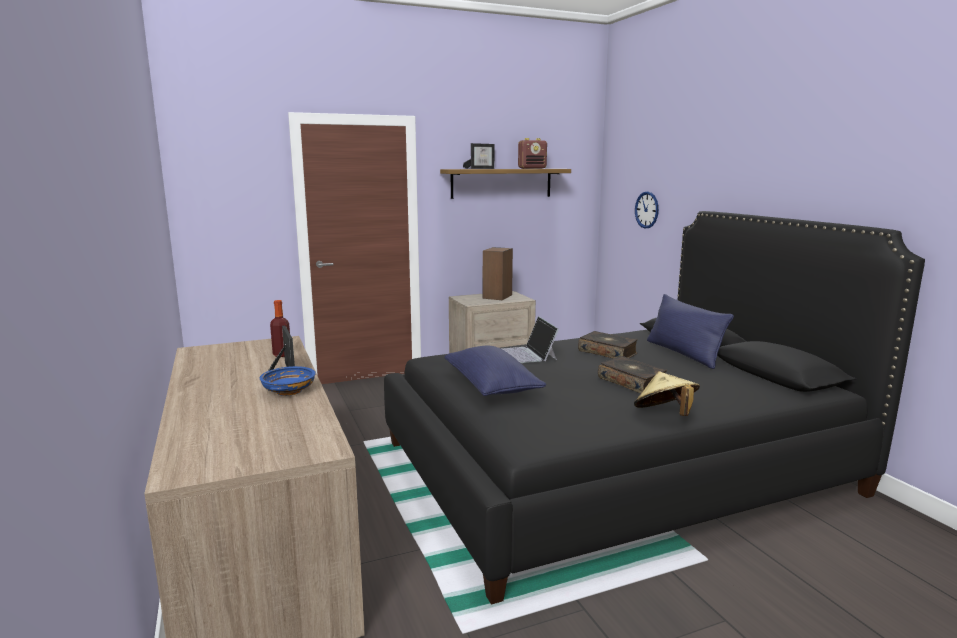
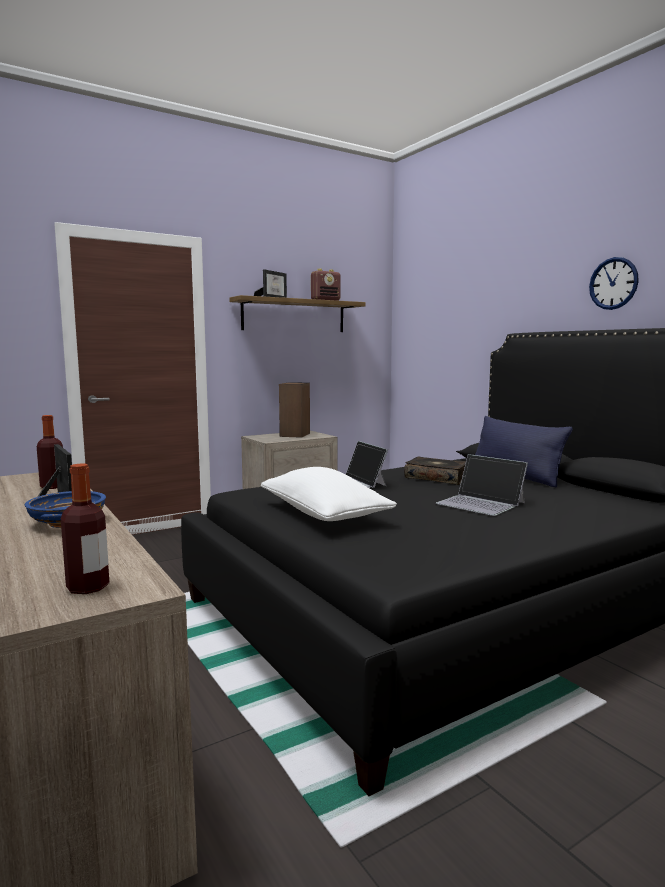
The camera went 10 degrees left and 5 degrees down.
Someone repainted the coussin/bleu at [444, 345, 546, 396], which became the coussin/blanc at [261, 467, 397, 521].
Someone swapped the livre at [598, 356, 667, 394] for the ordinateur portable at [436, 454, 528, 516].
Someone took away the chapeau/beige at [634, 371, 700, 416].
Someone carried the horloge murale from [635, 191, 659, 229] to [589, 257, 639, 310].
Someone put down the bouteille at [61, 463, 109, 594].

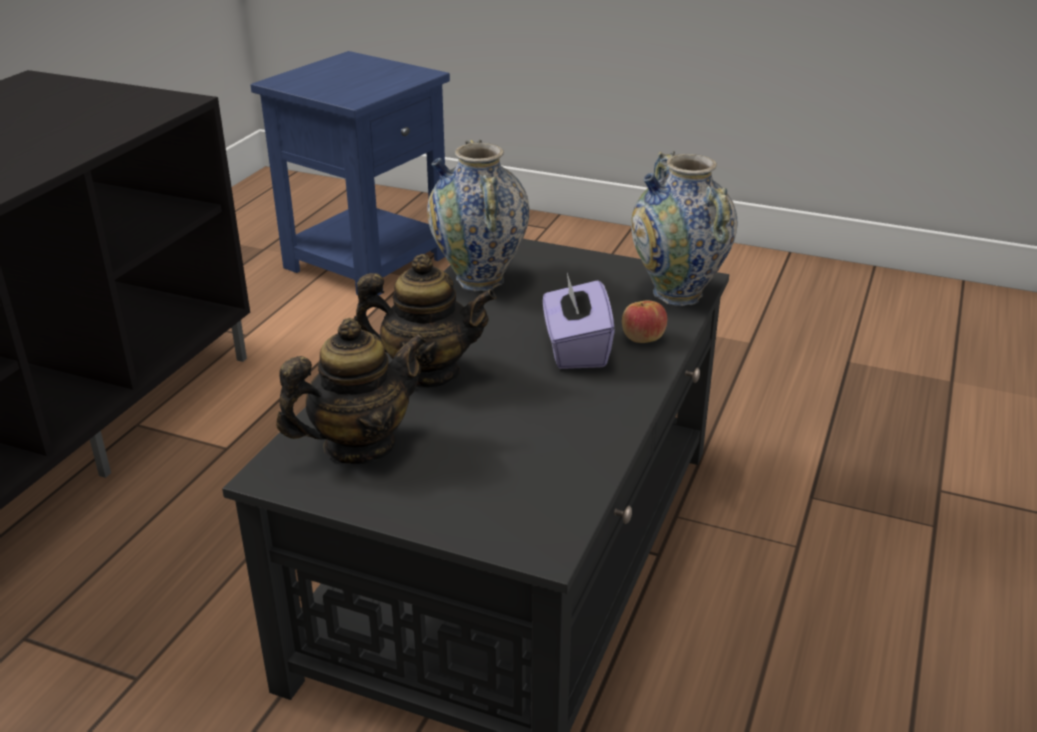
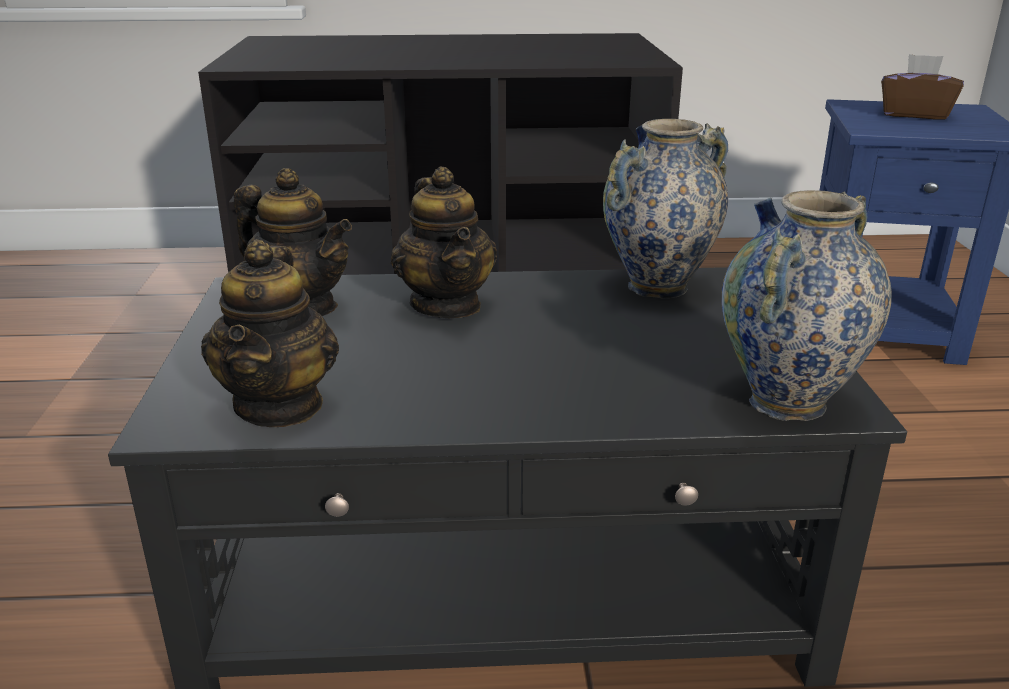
The camera went 65 degrees right and 5 degrees down.
Someone took away the boîte à mouchoirs/violet at [543, 273, 615, 369].
Someone took away the pomme at [622, 301, 667, 343].
Someone put down the théière at [201, 239, 339, 427].
Someone put down the boîte à mouchoirs/marron at [881, 54, 964, 120].

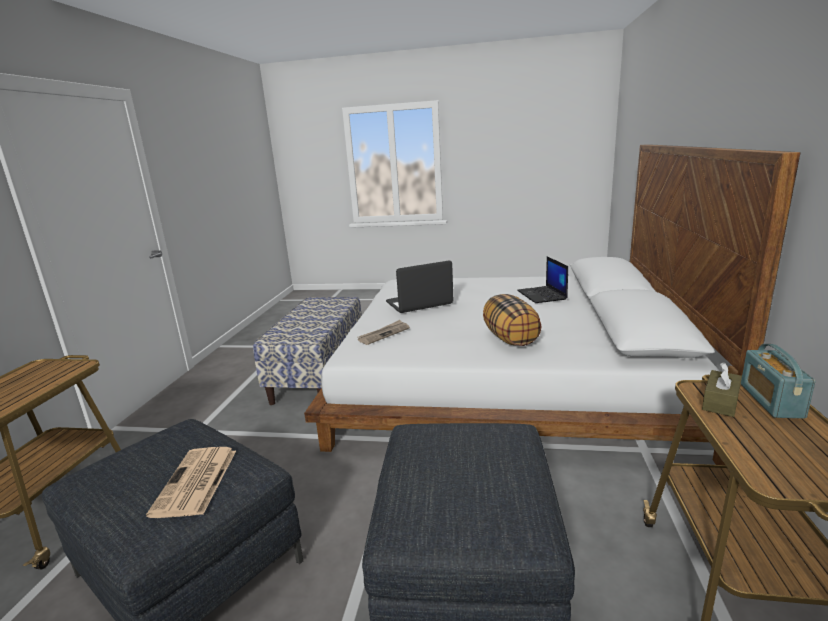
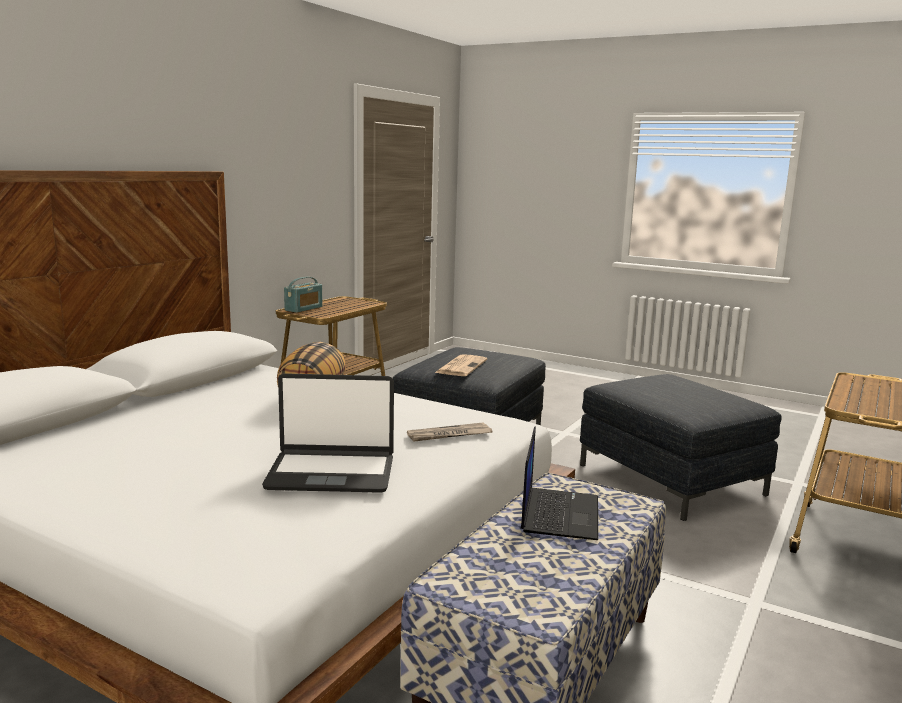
The camera went 160 degrees left and 5 degrees down.
Someone carried the journal from [146, 447, 236, 518] to [435, 354, 487, 376].
Someone carried the ordinateur portable from [517, 256, 568, 303] to [521, 426, 598, 540].
Someone took away the boîte à mouchoirs/marron at [702, 362, 742, 417].

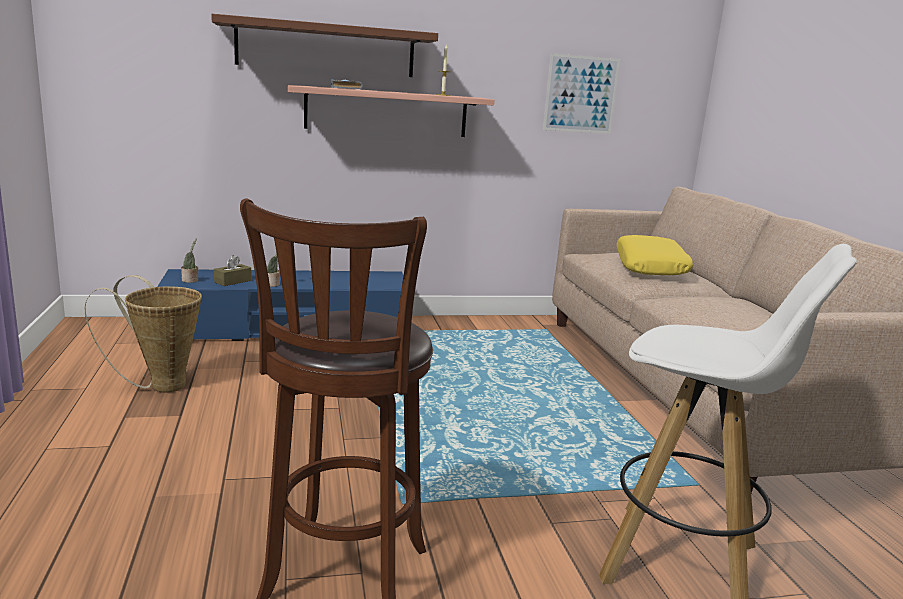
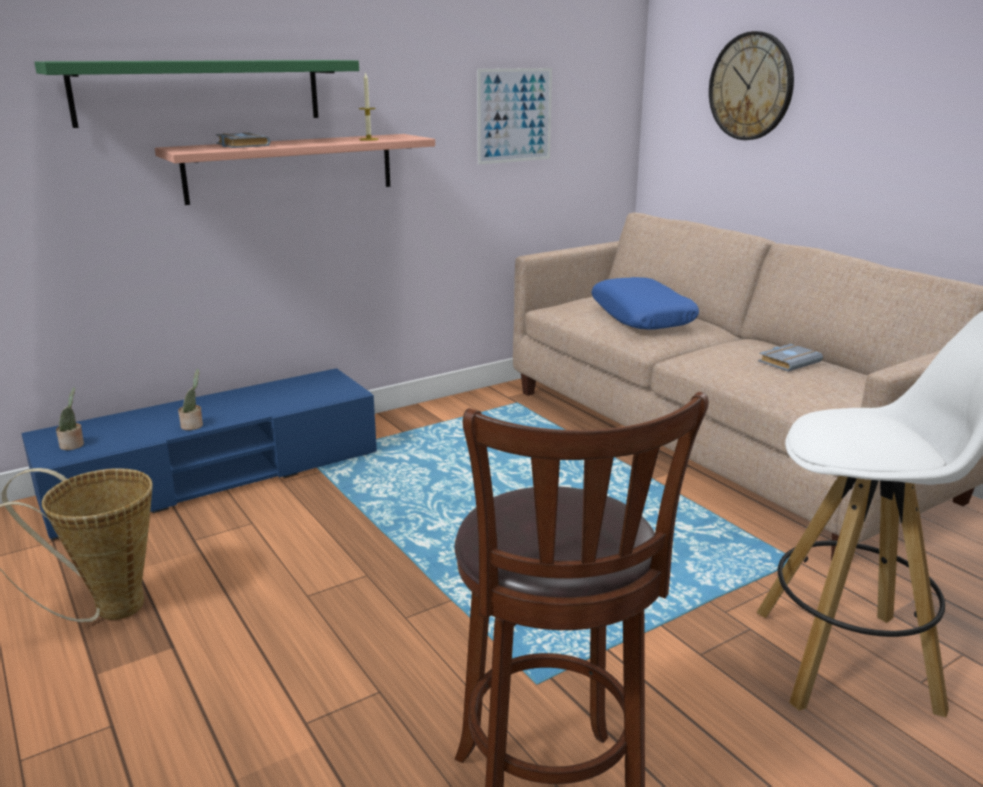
The camera went 20 degrees left and 5 degrees up.
Someone repainted the étagère/marron at [211, 14, 438, 77], which became the étagère/vert at [34, 60, 359, 128].
Someone took away the boîte à mouchoirs/marron at [214, 255, 252, 286].
Someone repainted the coussin/jaune at [617, 235, 693, 275], which became the coussin/bleu at [592, 277, 699, 330].
Someone put up the horloge murale at [709, 31, 794, 140].
Someone put down the livre/gris at [758, 344, 823, 372].

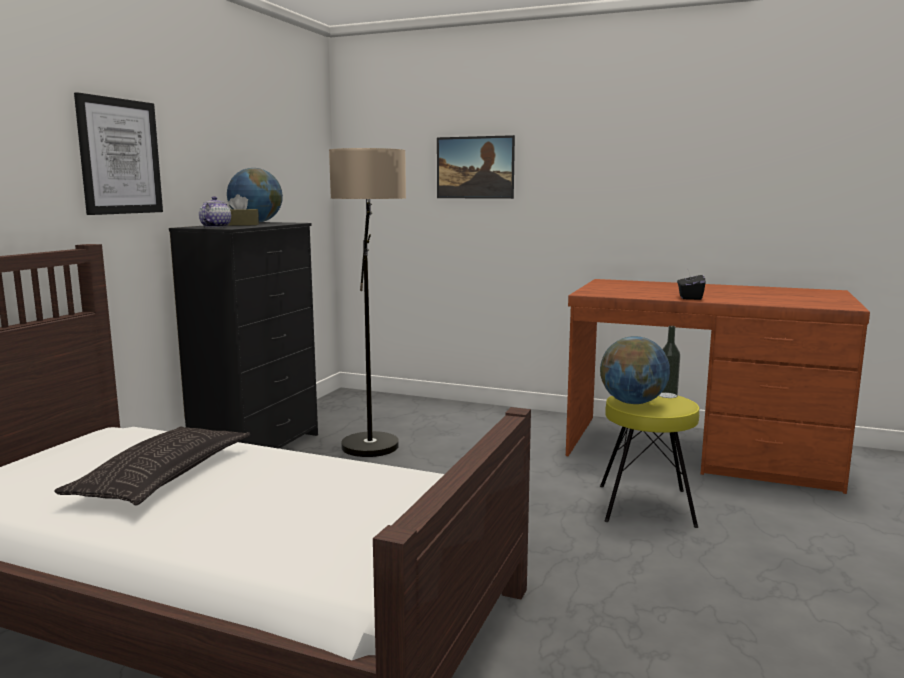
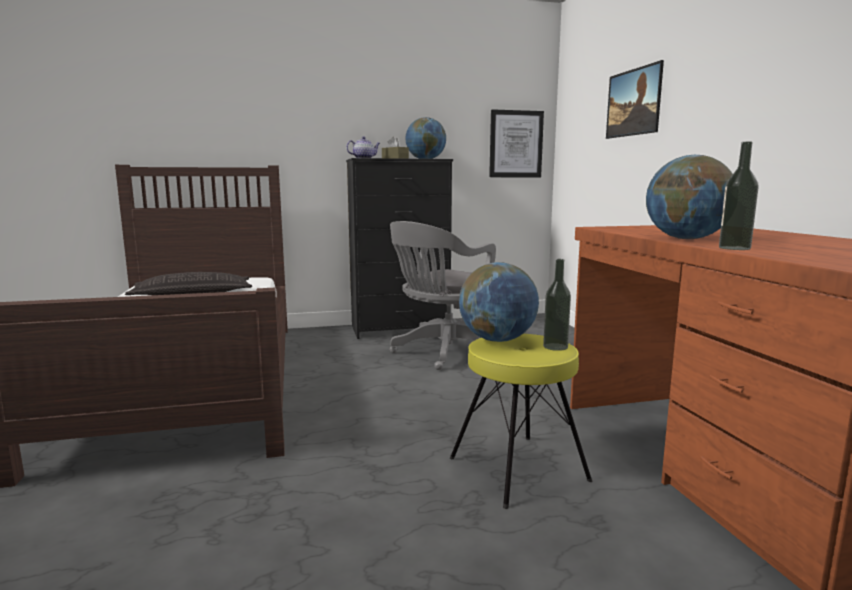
The camera went 55 degrees right and 0 degrees up.
Someone carried the tableau from [74, 92, 163, 215] to [489, 109, 544, 177].
Someone swapped the lampadaire at [329, 148, 406, 457] for the chaise de bureau/gris at [390, 221, 496, 370].
Someone swapped the boîte à mouchoirs/noir at [677, 270, 706, 300] for the globe at [646, 155, 733, 239].
Someone put down the bouteille at [719, 141, 759, 250].

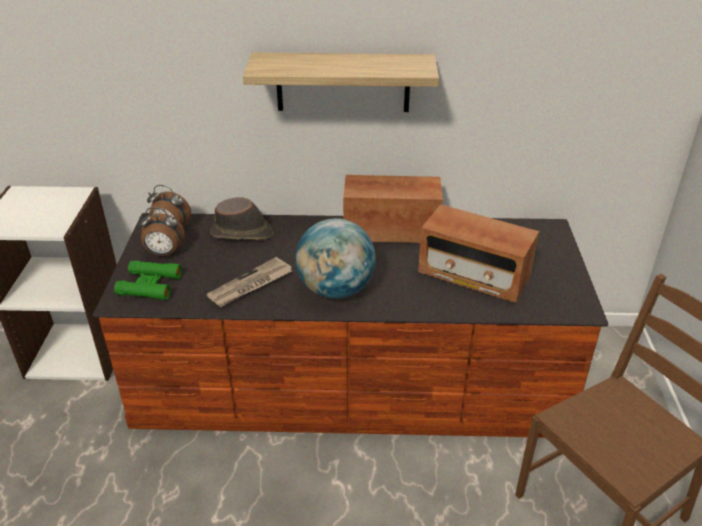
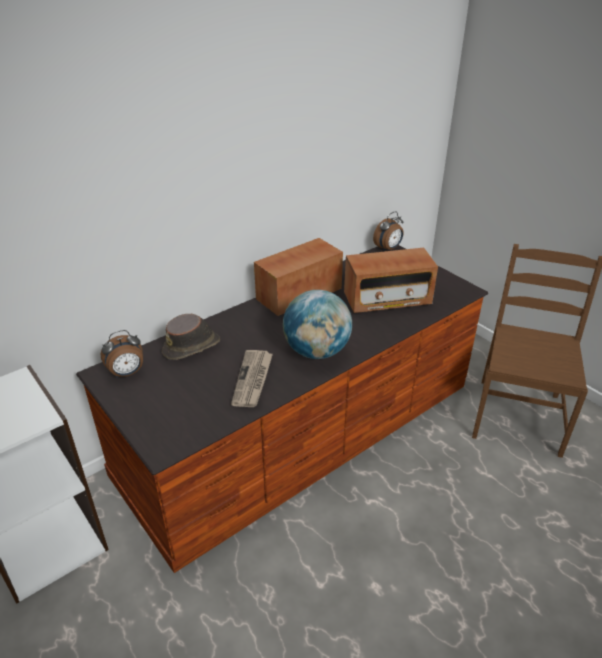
The camera went 40 degrees left and 0 degrees up.
Someone took away the jumelles/vert at [114, 260, 182, 300].
Someone carried the réveil from [138, 207, 185, 256] to [373, 211, 403, 252].
Someone took away the étagère at [243, 53, 439, 112].

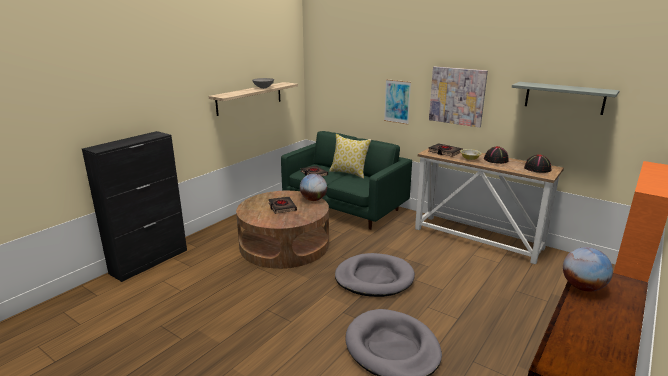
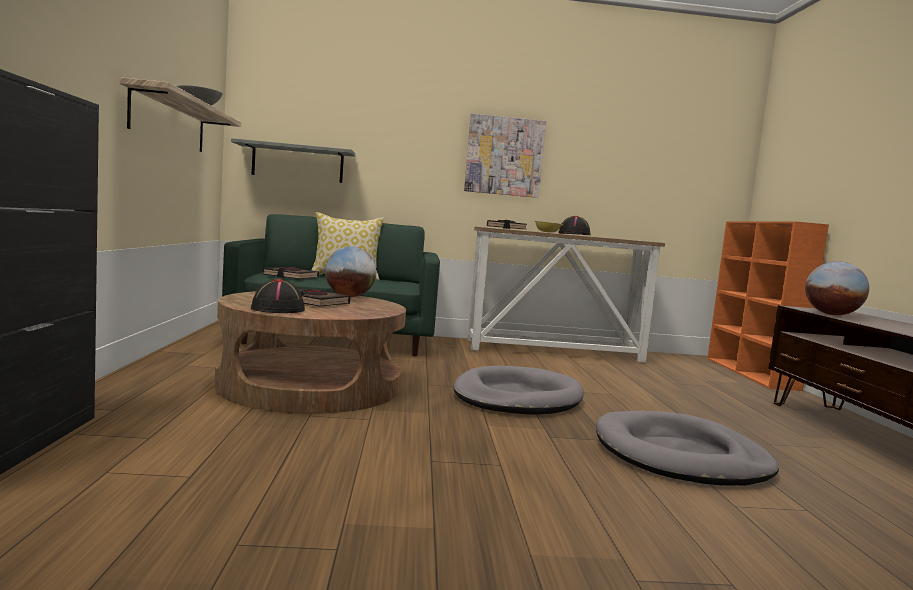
The camera went 40 degrees left and 15 degrees down.
Someone took away the tableau at [384, 79, 411, 125].
Someone carried the étagère/gris from [512, 82, 620, 115] to [231, 138, 355, 183].
Someone carried the chapeau/noir from [524, 154, 551, 173] to [251, 279, 305, 313].

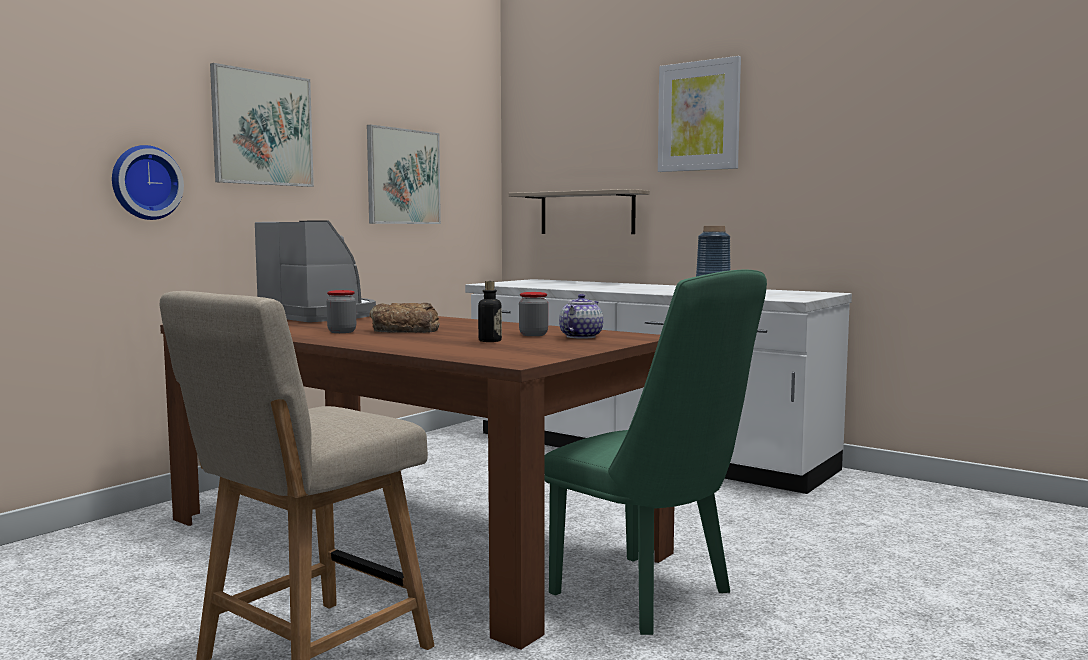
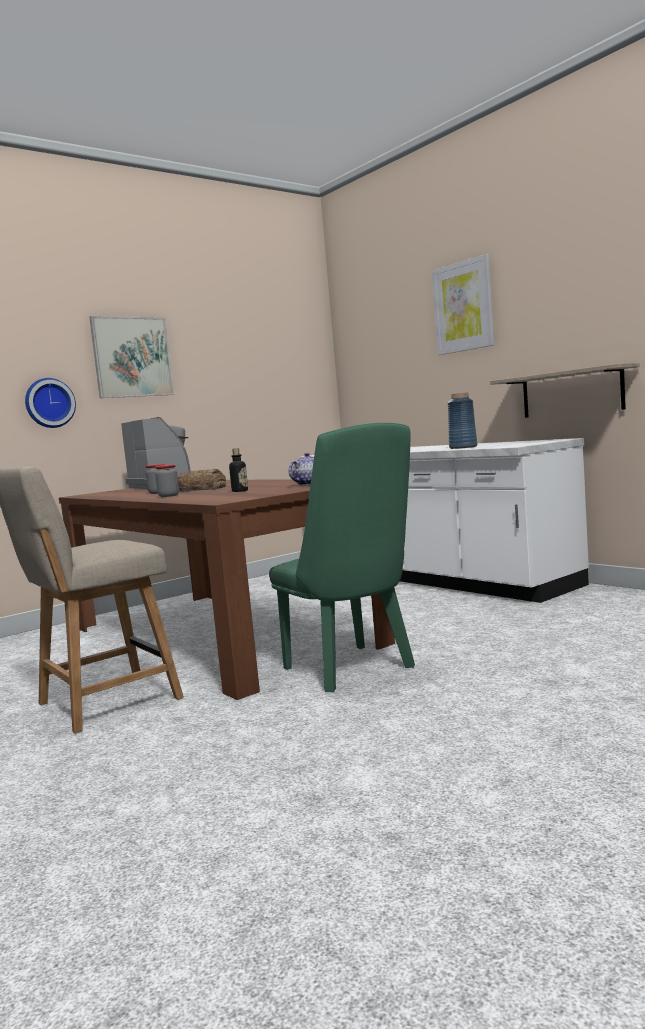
The camera went 15 degrees right and 0 degrees up.
Someone took away the tableau at [367, 125, 441, 224].
Someone carried the étagère from [509, 189, 650, 234] to [490, 363, 640, 418].
Someone carried the bocal from [519, 292, 548, 336] to [155, 464, 179, 497].

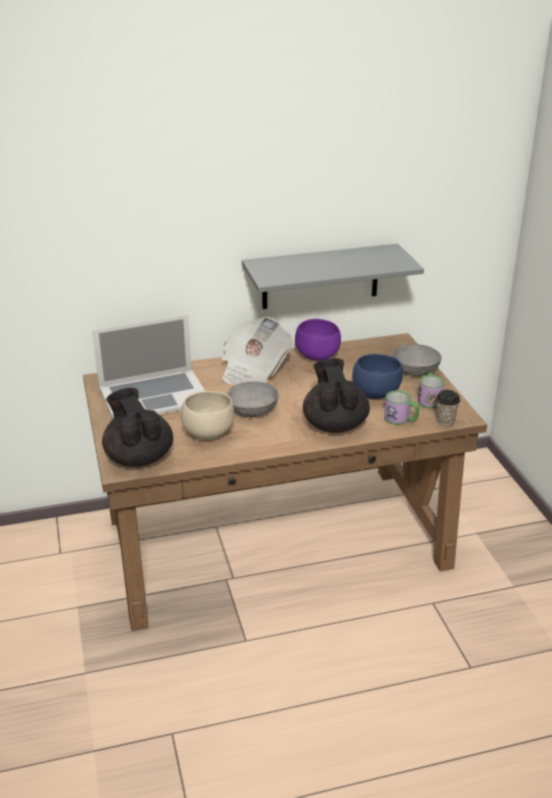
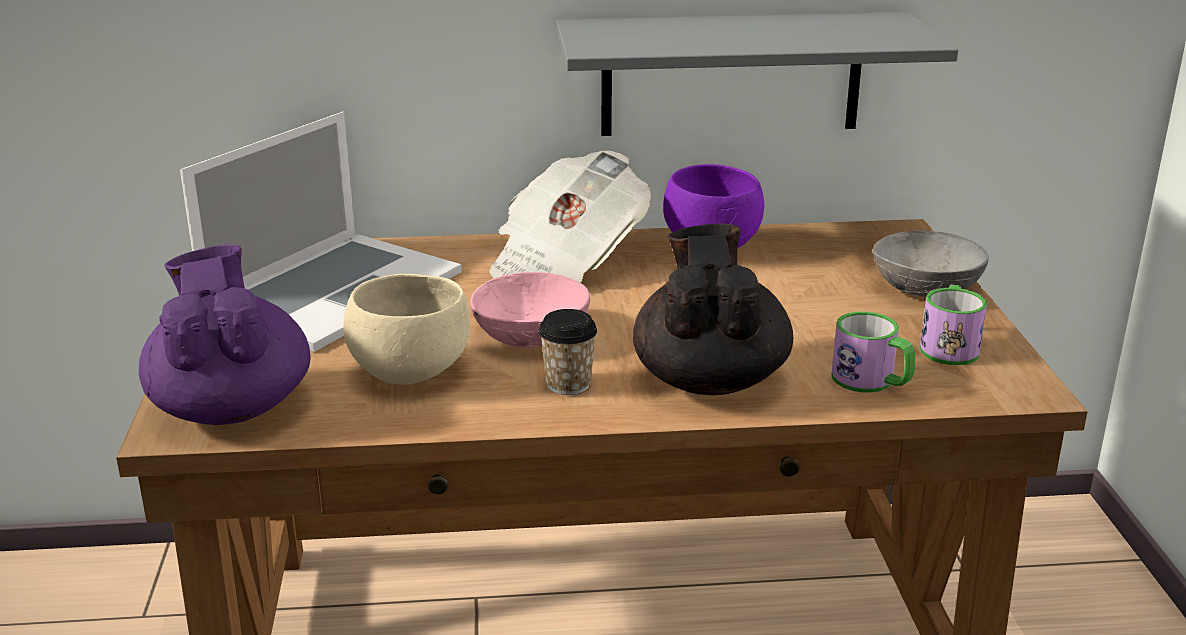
The camera went 10 degrees right and 5 degrees down.
Someone rotated the ordinateur portable at [92, 315, 205, 419] by 45 degrees counterclockwise.
Someone repainted the théière/noir at [102, 388, 173, 467], which became the théière/violet at [139, 244, 311, 425].
Someone repainted the bol/gris at [227, 382, 279, 417], which became the bol/rose at [470, 272, 590, 348].
Someone took away the bol/bleu at [352, 354, 403, 399].
Someone carried the tasse from [436, 390, 460, 426] to [539, 309, 597, 395].

